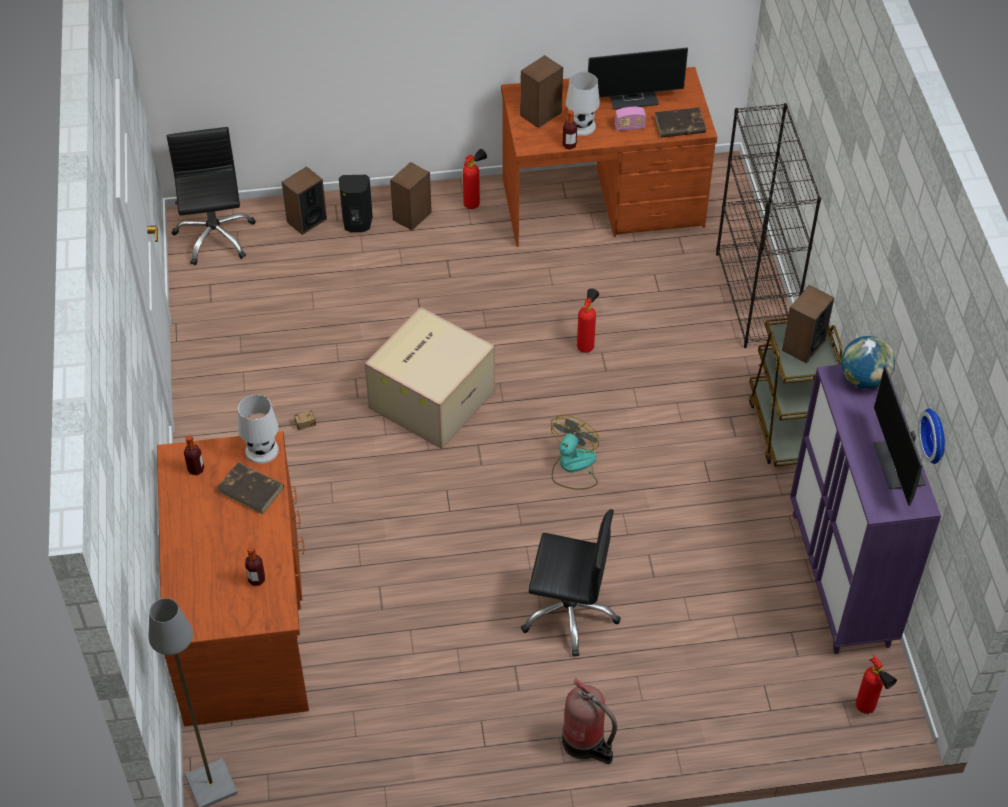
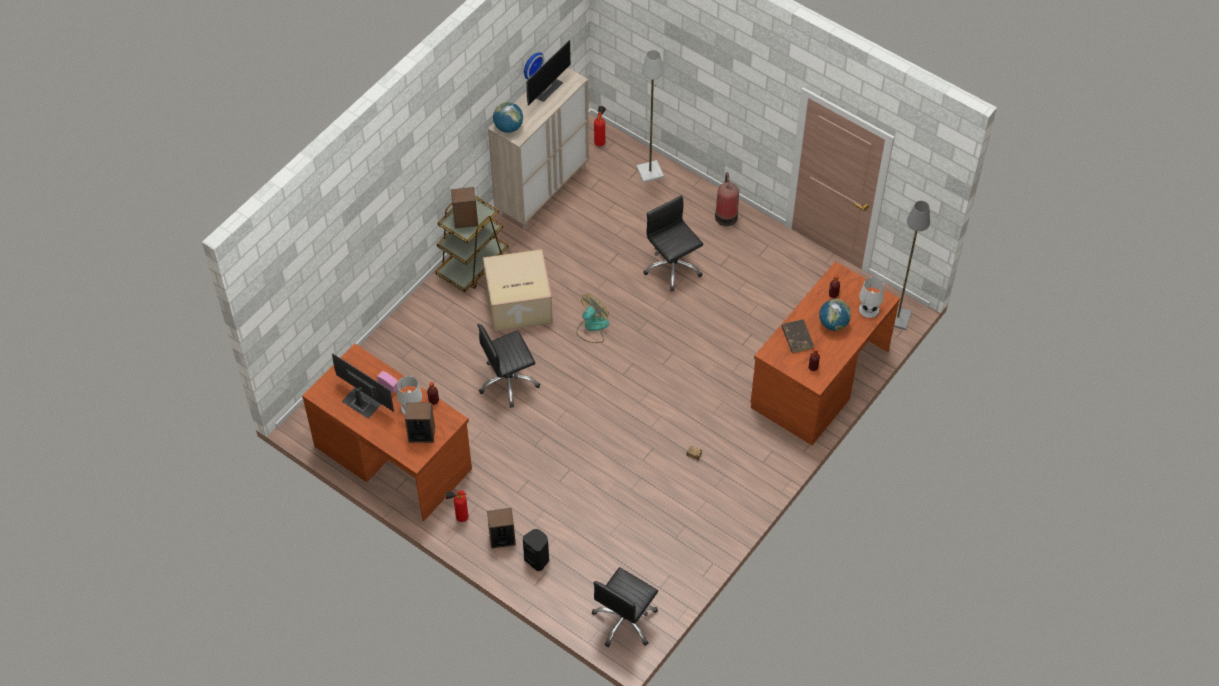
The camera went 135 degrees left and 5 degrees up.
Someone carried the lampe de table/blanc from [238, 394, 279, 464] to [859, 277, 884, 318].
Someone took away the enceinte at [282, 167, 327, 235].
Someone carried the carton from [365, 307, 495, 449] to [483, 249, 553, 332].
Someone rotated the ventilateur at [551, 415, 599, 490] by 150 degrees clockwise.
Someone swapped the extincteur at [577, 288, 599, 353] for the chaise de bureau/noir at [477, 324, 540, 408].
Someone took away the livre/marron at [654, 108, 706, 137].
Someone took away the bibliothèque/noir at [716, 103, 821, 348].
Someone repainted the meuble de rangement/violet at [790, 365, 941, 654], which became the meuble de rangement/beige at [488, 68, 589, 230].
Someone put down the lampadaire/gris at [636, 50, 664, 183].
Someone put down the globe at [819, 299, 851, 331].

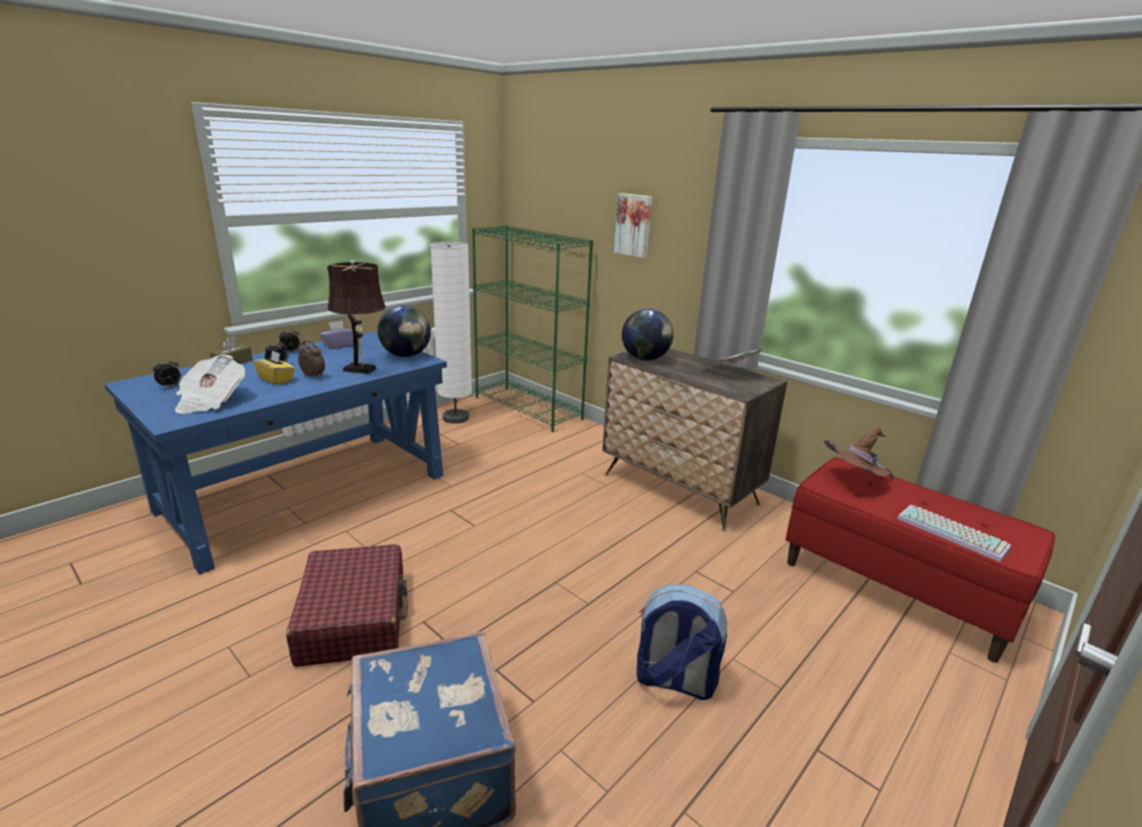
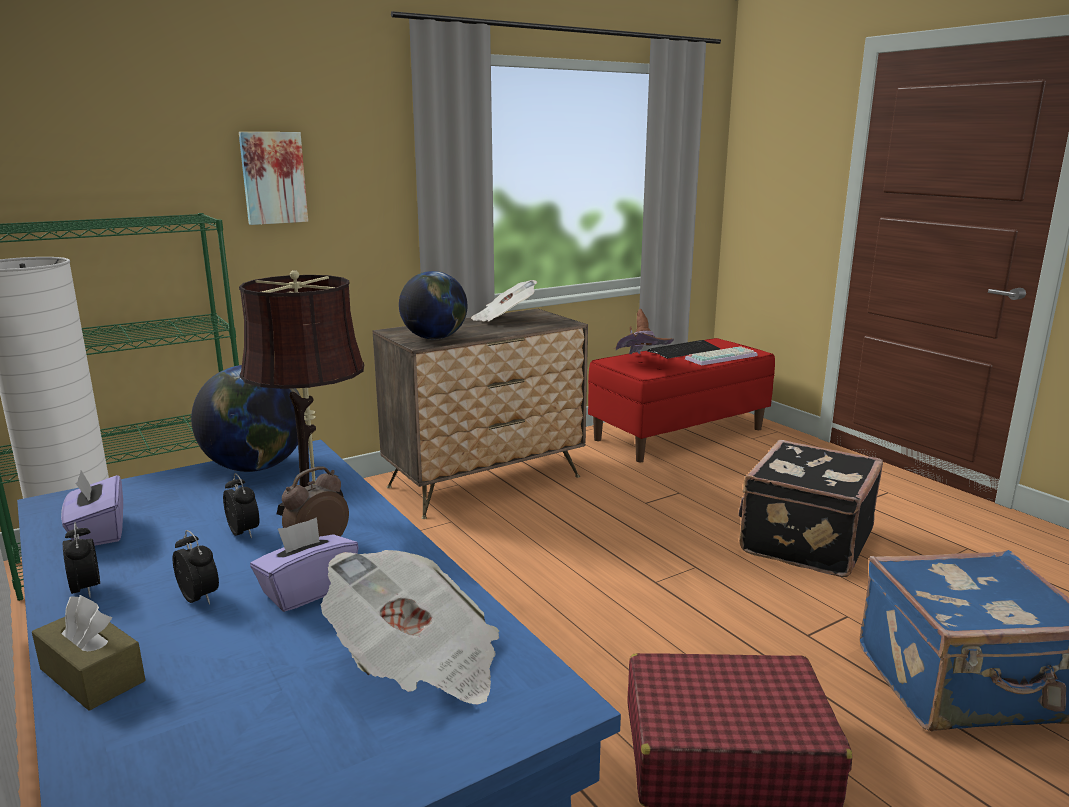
The camera went 75 degrees left and 5 degrees down.
Someone carried the réveil from [153, 358, 181, 389] to [223, 473, 259, 538].
Someone repainted the boîte à mouchoirs/jaune at [253, 350, 295, 385], which became the boîte à mouchoirs/violet at [250, 517, 359, 612].
Someone swapped the sac à dos at [637, 585, 727, 700] for the valise/noir at [738, 440, 883, 577].
Someone put down the clavier at [647, 340, 720, 359].

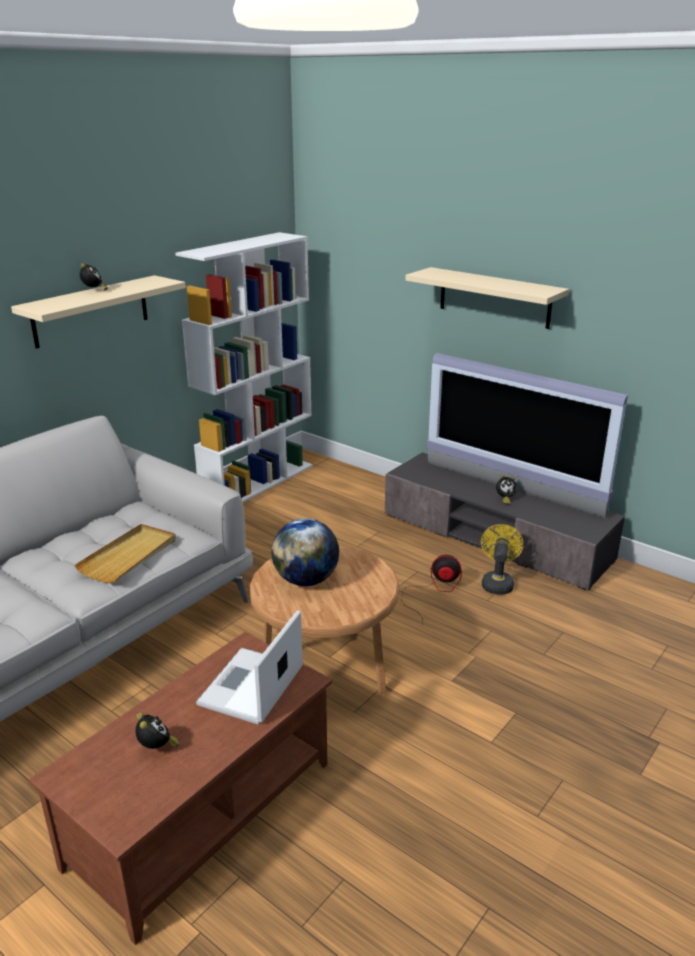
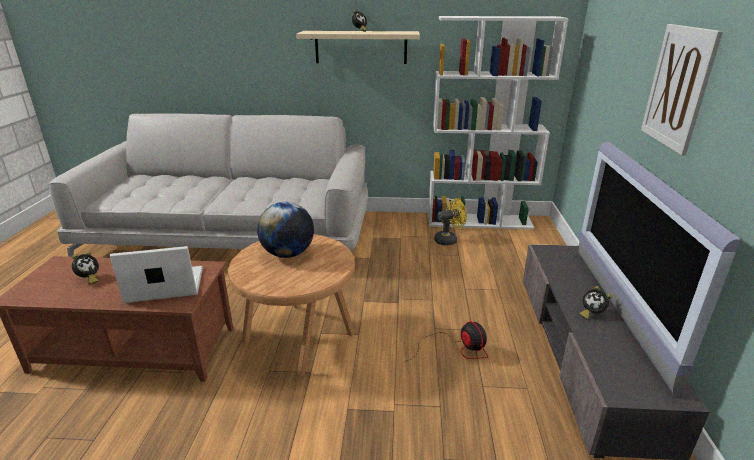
The camera went 55 degrees right and 0 degrees up.
Someone took away the plateau/beige at [74, 524, 176, 583].
Someone swapped the étagère/beige at [405, 267, 569, 329] for the tableau at [641, 24, 723, 155].
Someone carried the ventilateur/jaune from [481, 524, 524, 595] to [434, 199, 467, 246].

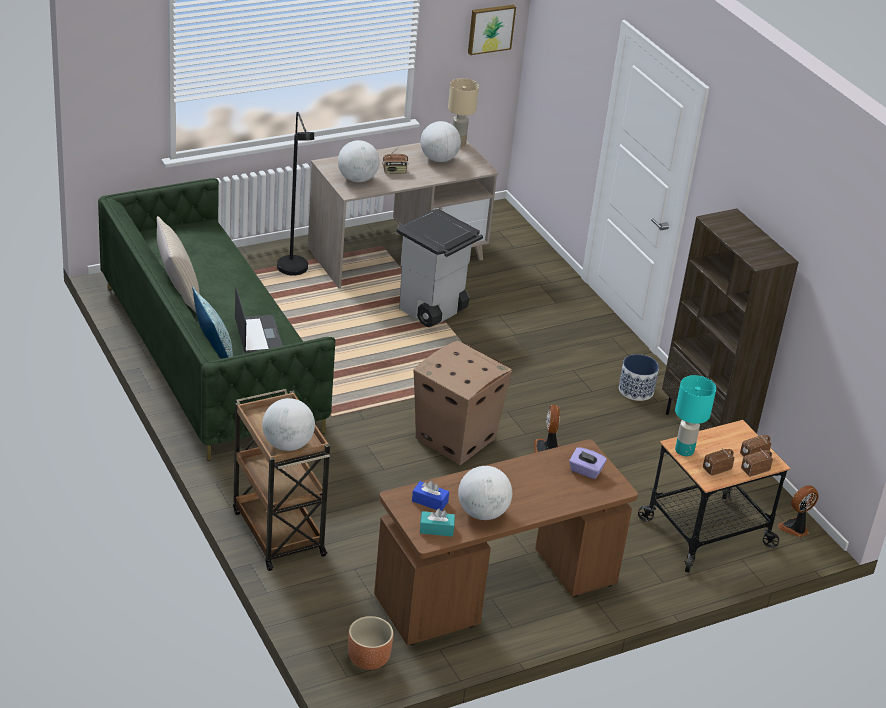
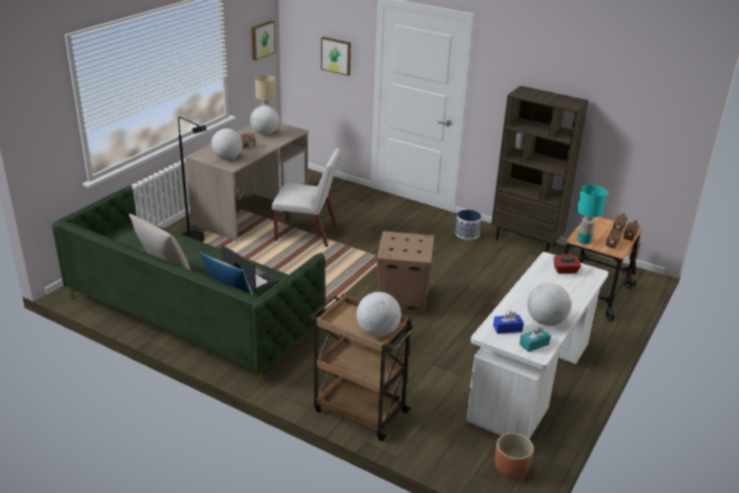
The camera went 30 degrees left and 5 degrees down.
Someone repainted the bureau/marron at [374, 439, 638, 645], which became the bureau/blanc at [466, 252, 609, 439].
Someone swapped the poubelle/gris at [397, 209, 483, 327] for the chaise/blanc at [272, 148, 340, 247].
Someone took away the ventilateur at [534, 405, 560, 453].
Someone repainted the boîte à mouchoirs/violet at [569, 447, 607, 479], which became the boîte à mouchoirs/rouge at [554, 254, 581, 274].
Someone put up the tableau at [321, 37, 351, 76].

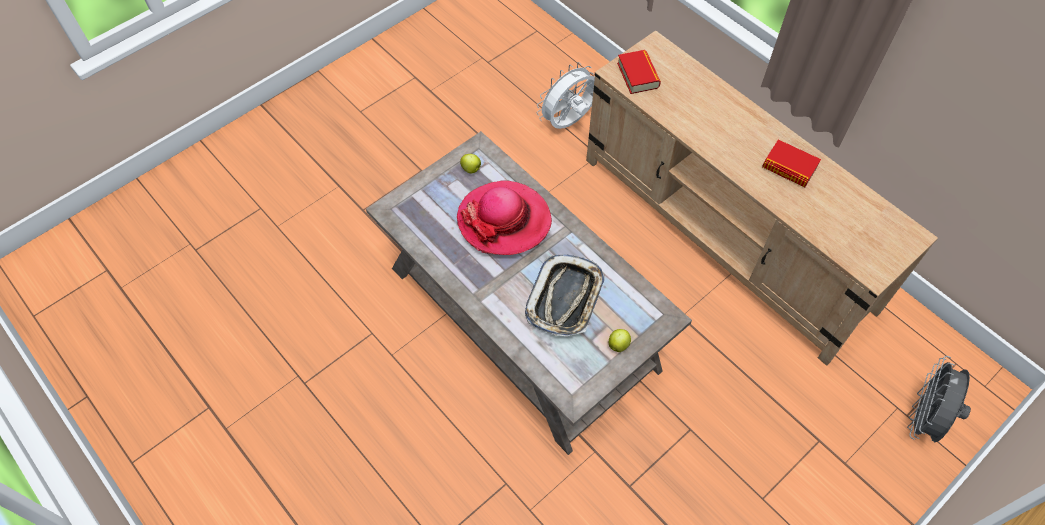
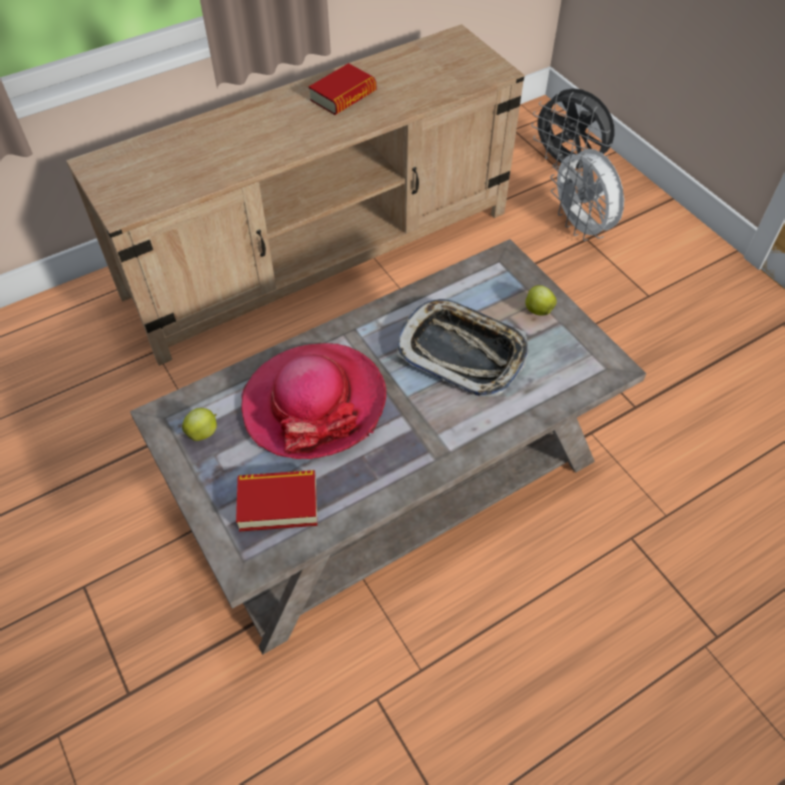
The camera went 80 degrees left and 5 degrees down.
Someone carried the ventilateur/blanc from [537, 62, 595, 129] to [550, 148, 624, 241].
Someone carried the livre from [617, 50, 661, 94] to [236, 470, 318, 532].

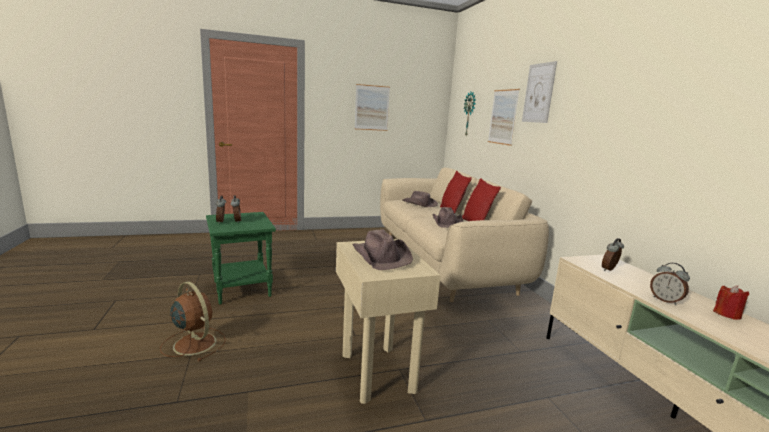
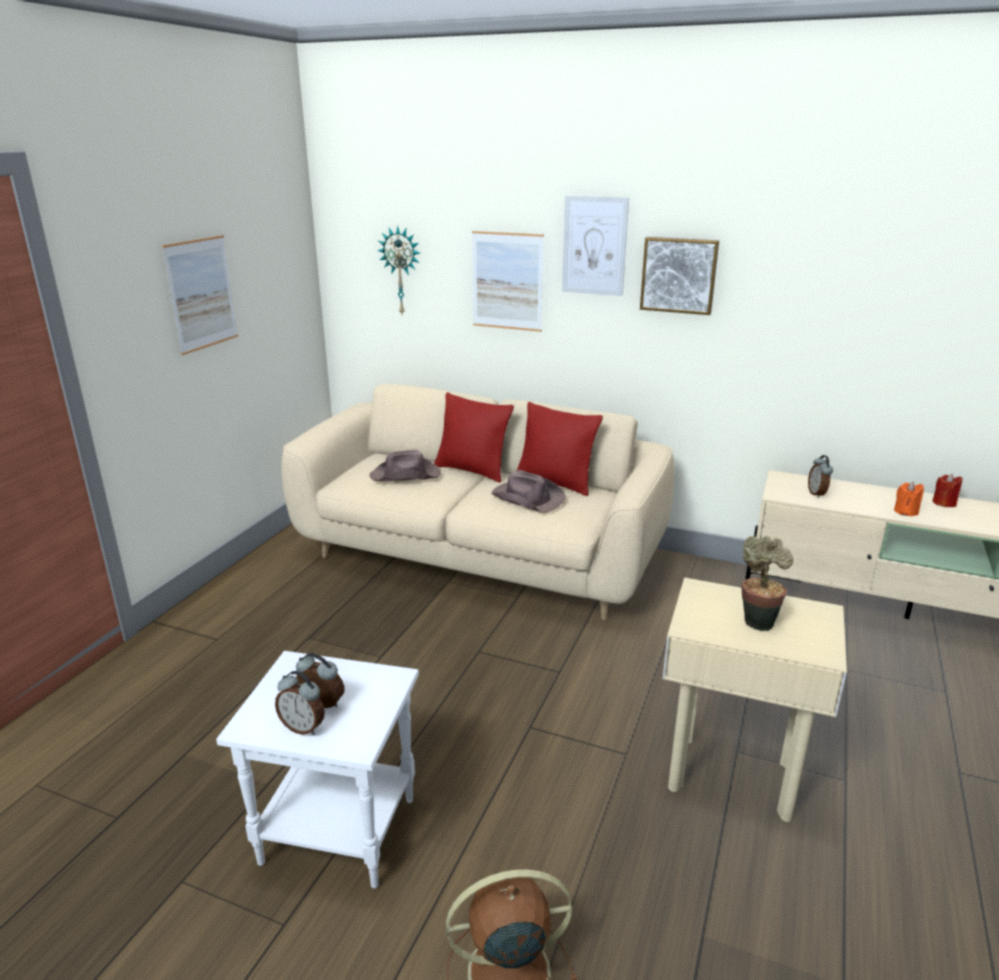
The camera went 50 degrees left and 10 degrees up.
Someone repainted the table d'appoint/vert at [206, 212, 276, 304], which became the table d'appoint/blanc at [216, 651, 419, 888].
Someone swapped the chapeau/marron at [352, 230, 413, 270] for the plante en pot at [741, 536, 793, 631].
Someone swapped the réveil at [650, 263, 690, 305] for the bougie/orange at [894, 482, 924, 516].
Someone put up the tableau at [640, 237, 719, 315].

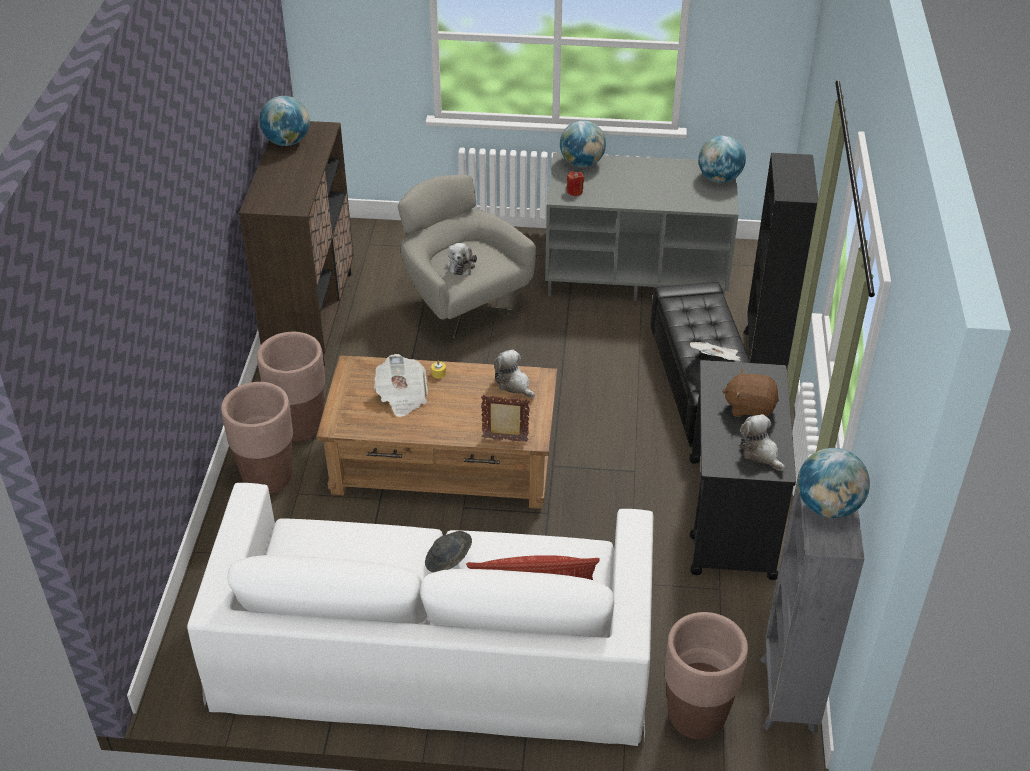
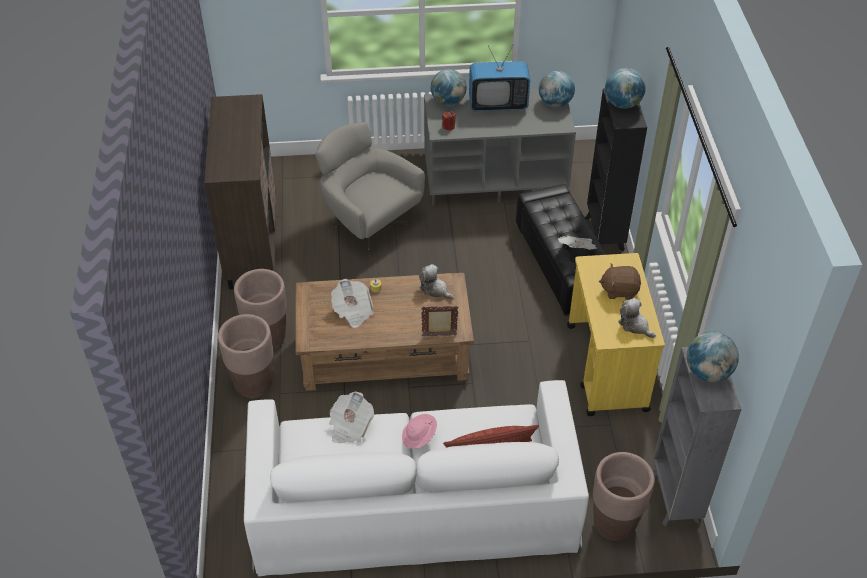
The camera went 10 degrees left and 5 degrees up.
Someone carried the globe from [259, 96, 310, 146] to [605, 68, 646, 109].
Someone repainted the chapeau/gris at [425, 531, 472, 572], which became the chapeau/rose at [402, 414, 437, 449].
Someone took away the peluche at [446, 243, 477, 275].
Someone repainted the chariot/noir at [689, 360, 796, 580], which became the chariot/jaune at [567, 253, 665, 416].
Someone put down the journal at [329, 392, 374, 443].
Someone put down the téléviseur at [469, 44, 530, 111].

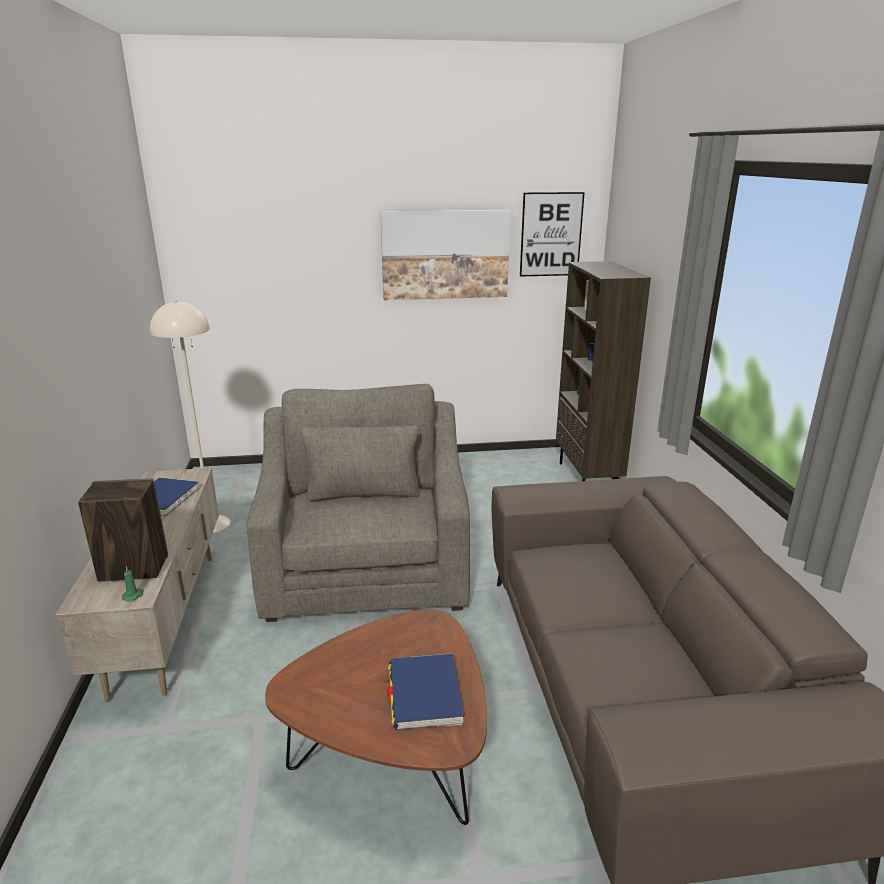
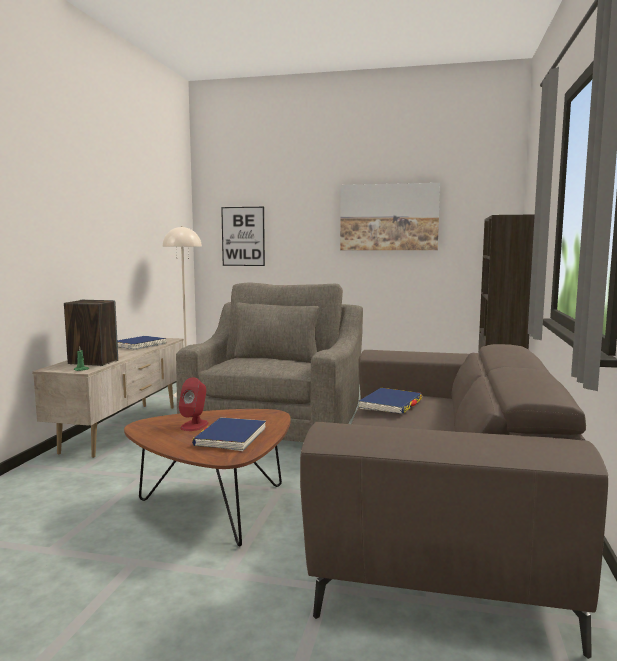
The camera went 20 degrees right and 15 degrees down.
Someone carried the tableau from [520, 192, 585, 277] to [221, 207, 265, 266].
Someone put down the enceinte/rouge at [179, 377, 208, 431].
Someone put down the livre/bleu at [359, 388, 422, 414].

